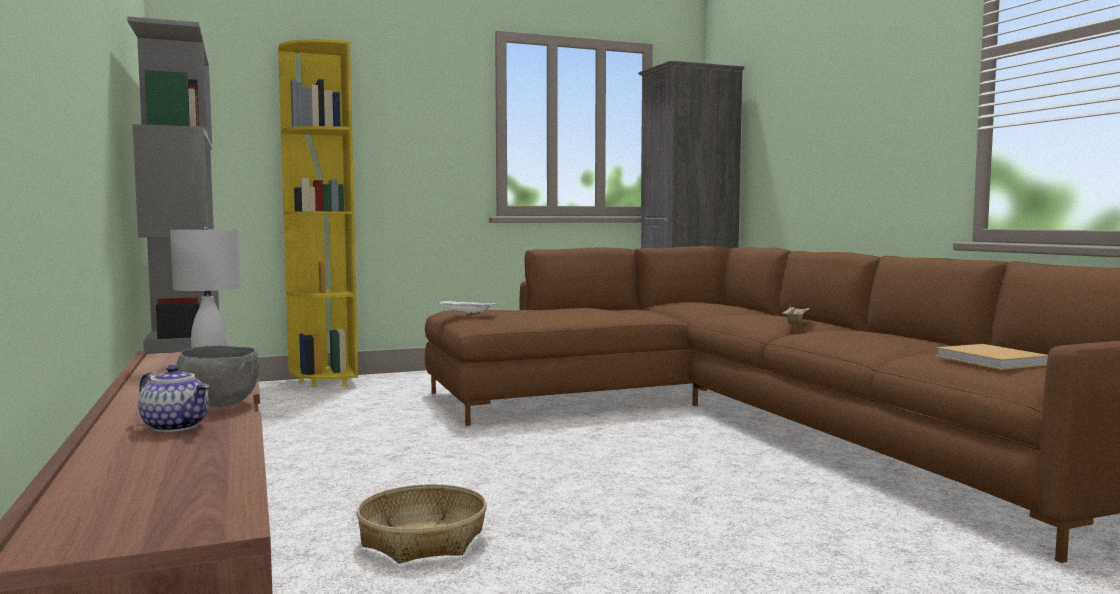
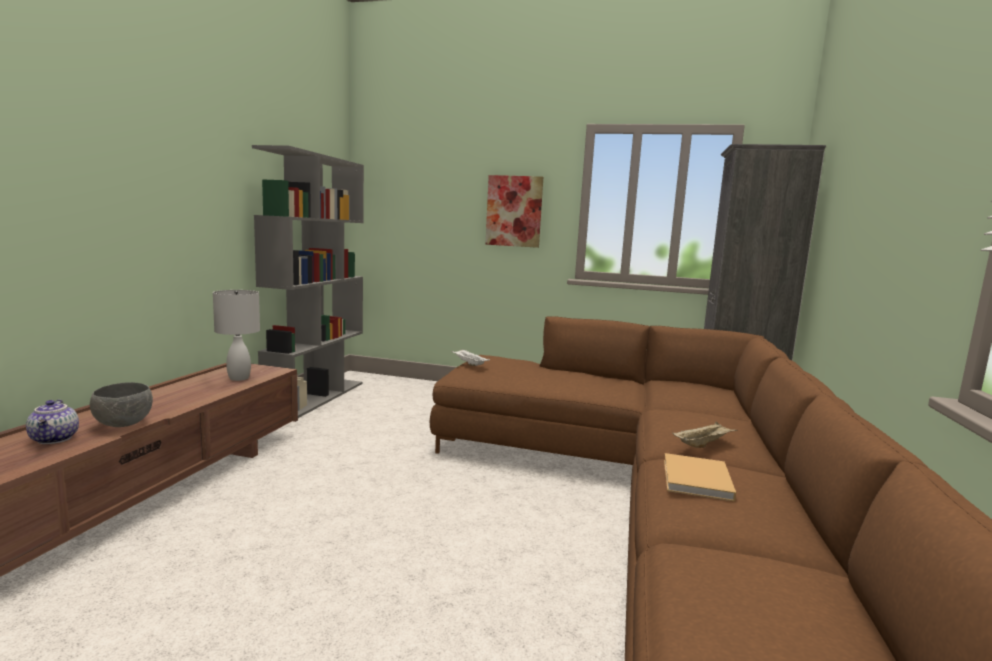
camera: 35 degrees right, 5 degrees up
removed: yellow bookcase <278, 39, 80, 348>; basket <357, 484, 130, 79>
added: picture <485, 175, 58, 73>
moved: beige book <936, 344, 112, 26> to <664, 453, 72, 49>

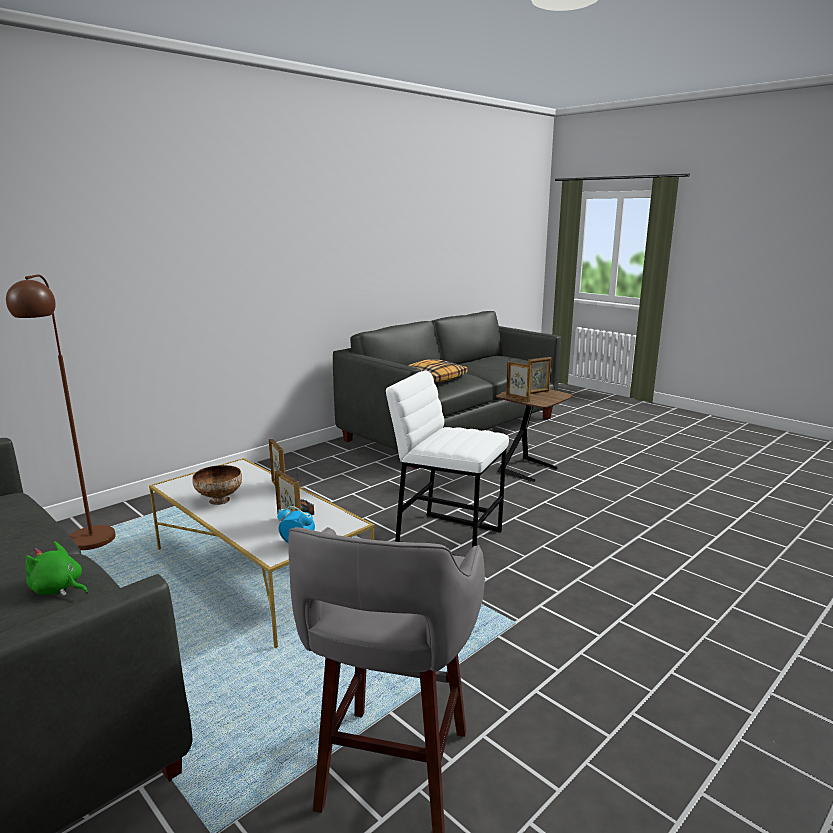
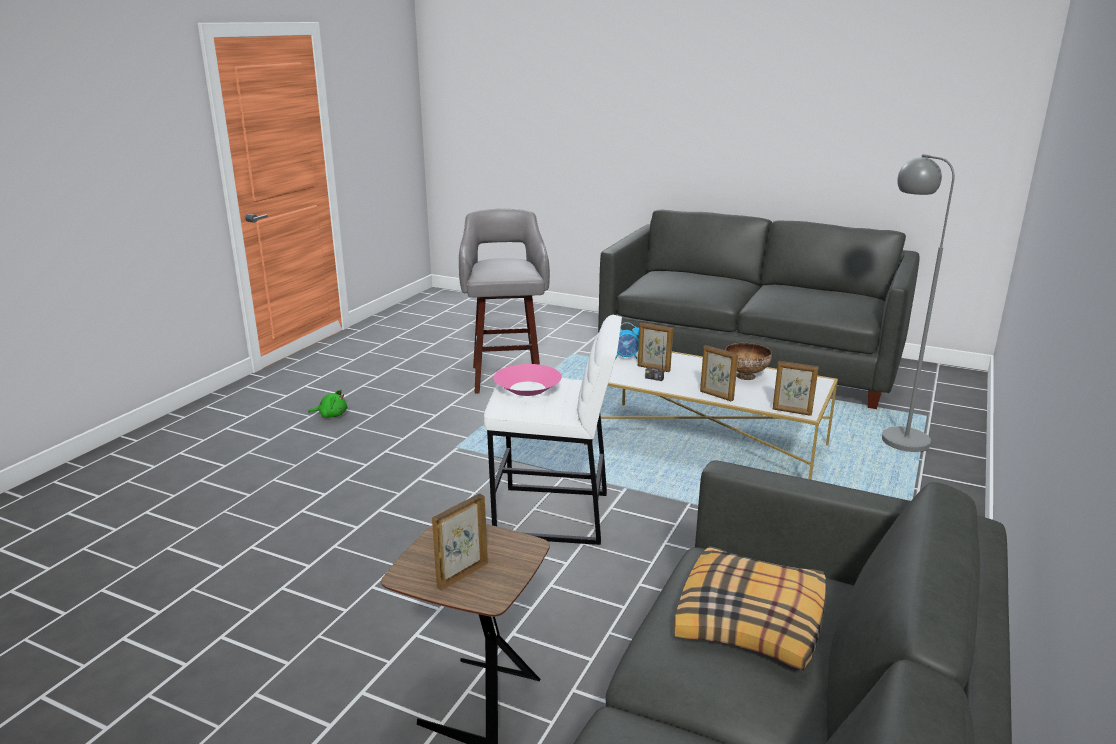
camera: 160 degrees right, 5 degrees up
added: pink bowl <493, 364, 69, 32>
moved: green plush toy <26, 542, 62, 54> to <308, 389, 39, 29>; picture frame <506, 361, 26, 40> to <773, 361, 46, 55>
recoloured: brown floor lamp <6, 274, 110, 276> to grey floor lamp <882, 154, 73, 298>

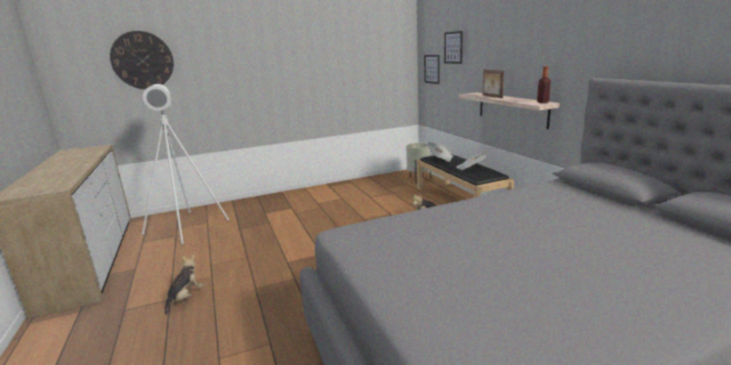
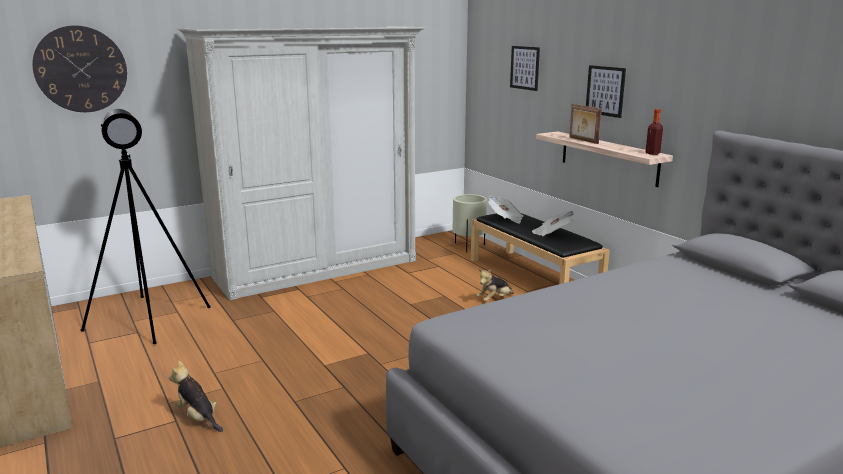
camera: 10 degrees left, 0 degrees up
added: white wardrobe <177, 26, 249, 274>
moved: picture <424, 55, 16, 29> to <586, 65, 40, 53>
recoloured: white floor lamp <142, 84, 87, 160> to black floor lamp <81, 109, 130, 235>
turned: plush toy <165, 254, 38, 61> = <169, 361, 54, 71> 60 degrees counterclockwise

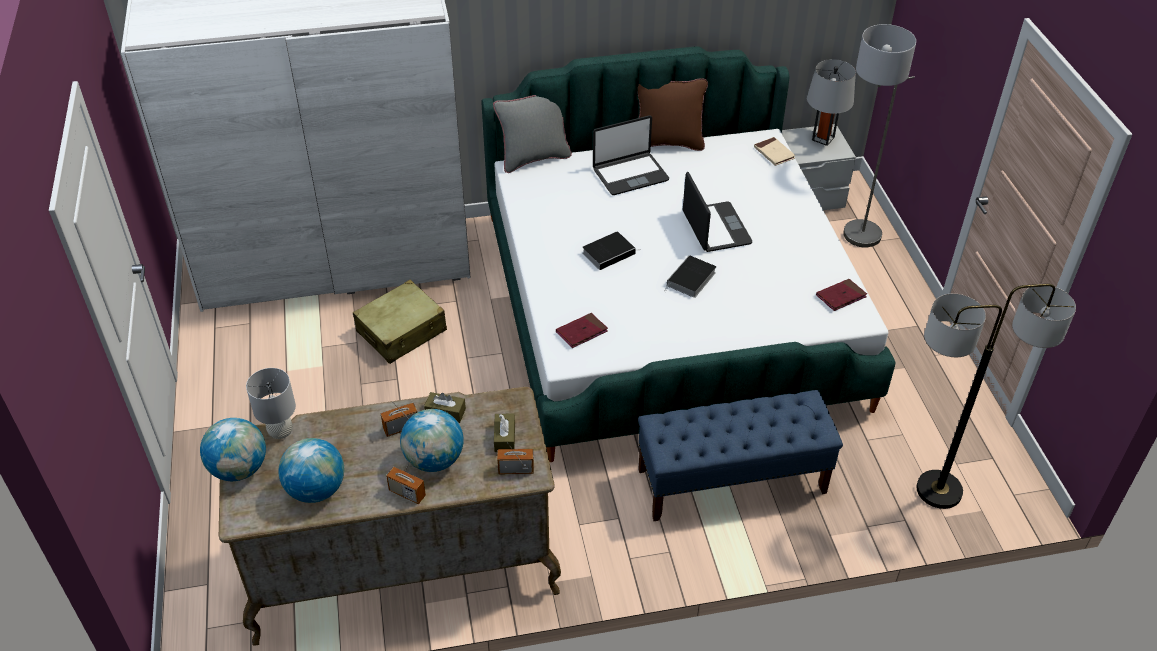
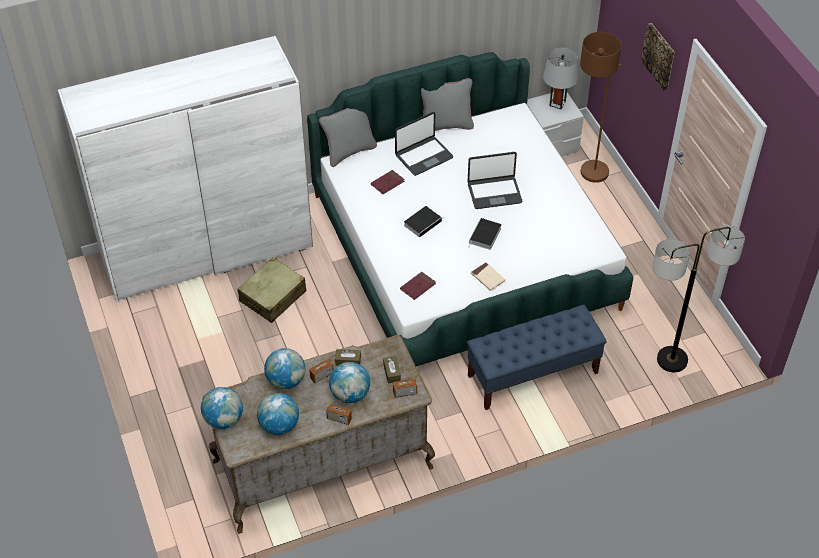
camera: 10 degrees left, 5 degrees up
removed: grey table lamp <246, 368, 50, 71>
added: globe <264, 348, 41, 41>; picture <641, 23, 34, 67>
moved: beige book <754, 137, 42, 29> to <471, 262, 35, 29>; red book <816, 279, 51, 32> to <371, 170, 34, 24>
recoloured: brown pillow <637, 78, 71, 73> to grey pillow <421, 78, 53, 53>; grey floor lamp <843, 24, 73, 224> to brown floor lamp <580, 32, 42, 151>
turned: laptop <682, 172, 70, 80> = <467, 152, 55, 57> 105 degrees clockwise

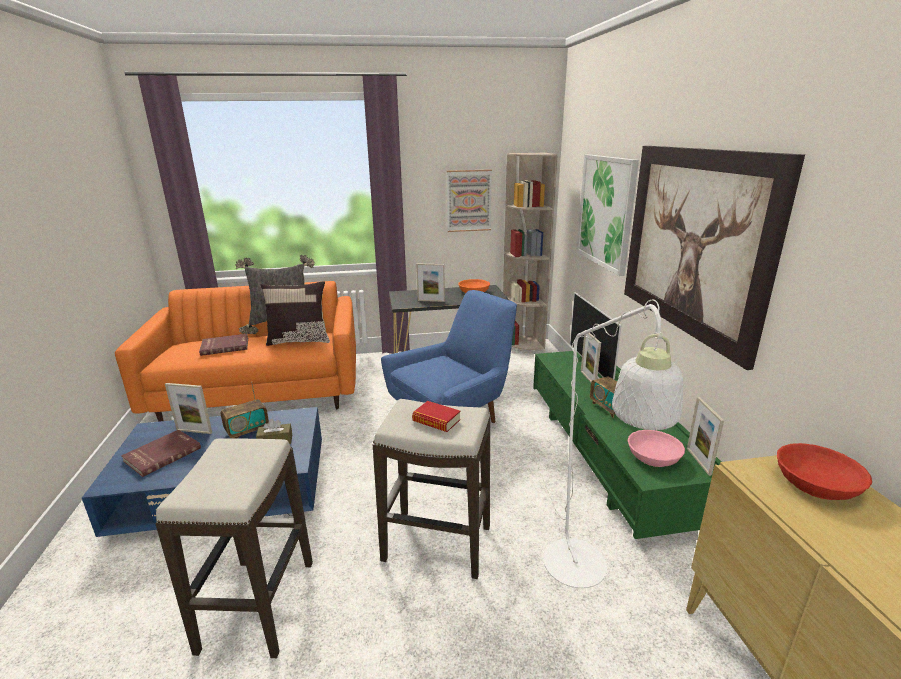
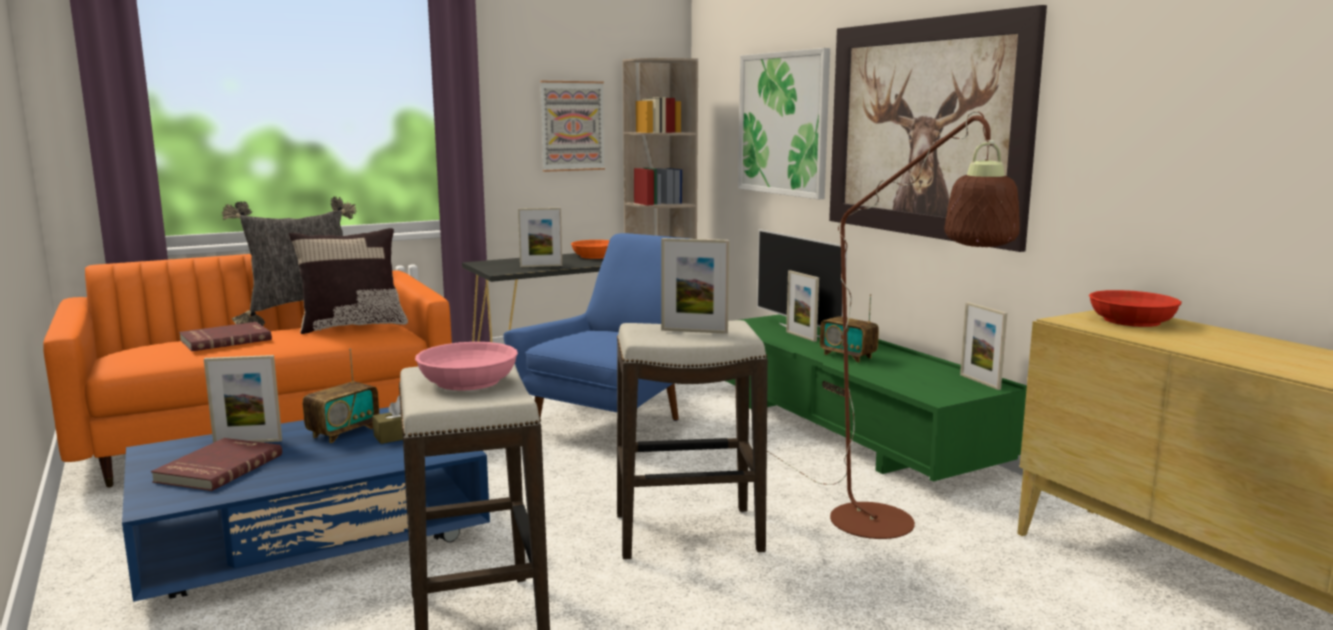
camera: 20 degrees left, 10 degrees down
moved: pink bowl <628, 430, 57, 37> to <415, 342, 103, 49>
replaced: book <412, 401, 48, 31> to picture frame <661, 238, 68, 96>
recoloured: white floor lamp <534, 299, 149, 289> to brown floor lamp <767, 111, 253, 428>

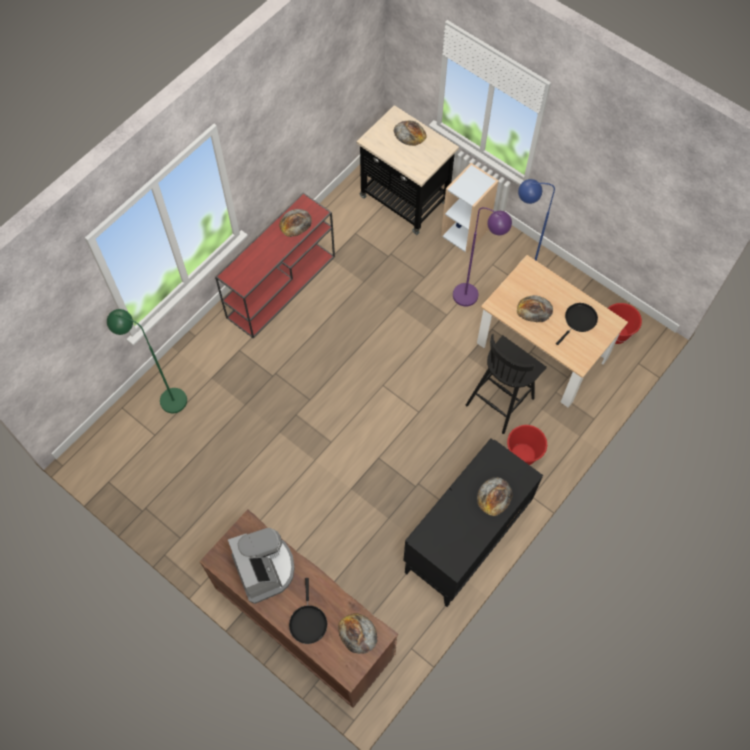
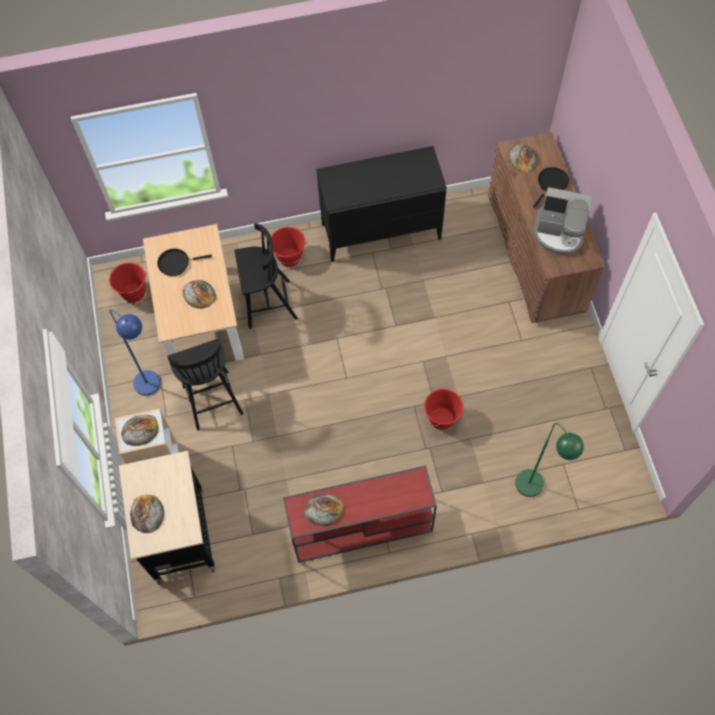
camera: 140 degrees left, 0 degrees up
added: red bucket <424, 389, 39, 41>
moved: bread <477, 477, 36, 39> to <121, 415, 38, 31>
replaced: purple floor lamp <453, 207, 59, 100> to black stool <167, 338, 76, 92>
turned: coffee machine <228, 528, 67, 76> = <533, 187, 60, 67> 90 degrees counterclockwise

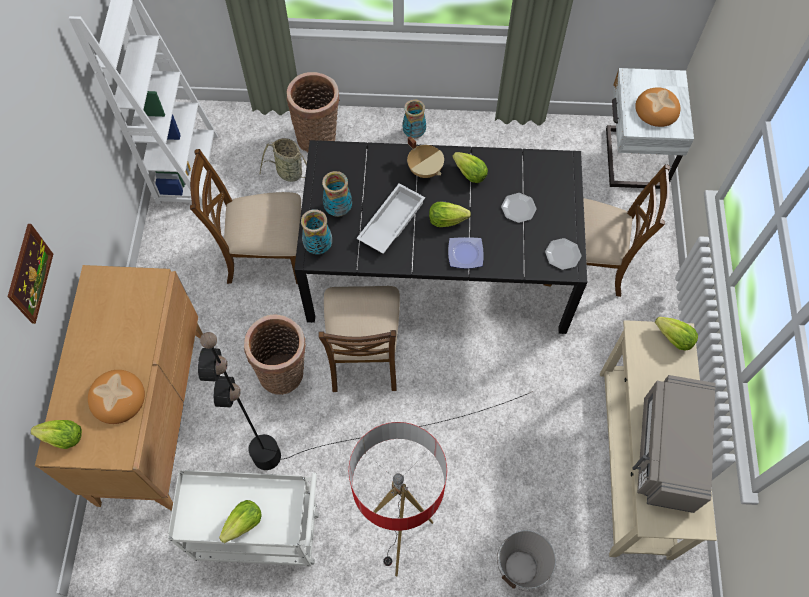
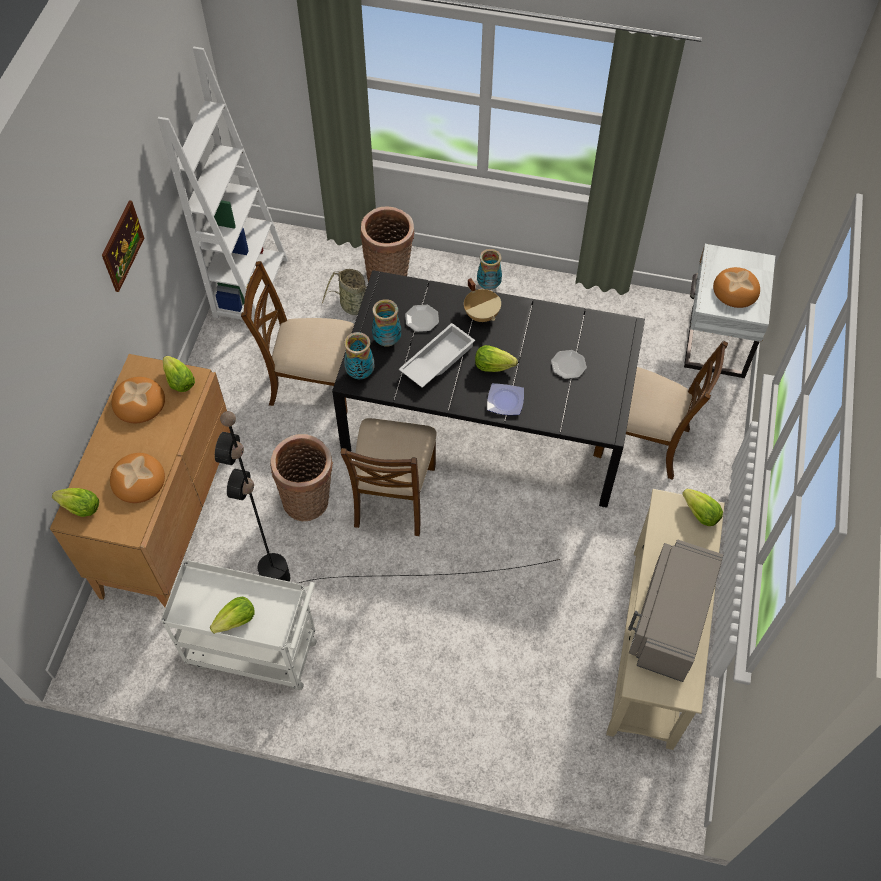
camera: 10 degrees right, 5 degrees down
removed: floor lamp <349, 422, 98, 154>; bucket <497, 530, 59, 62>
added: bread <111, 377, 54, 46>
moved: picture <8, 224, 45, 100> to <102, 200, 42, 92>; lettuce <452, 152, 36, 31> to <163, 356, 32, 36>; plate <545, 238, 37, 32> to <405, 305, 34, 27>

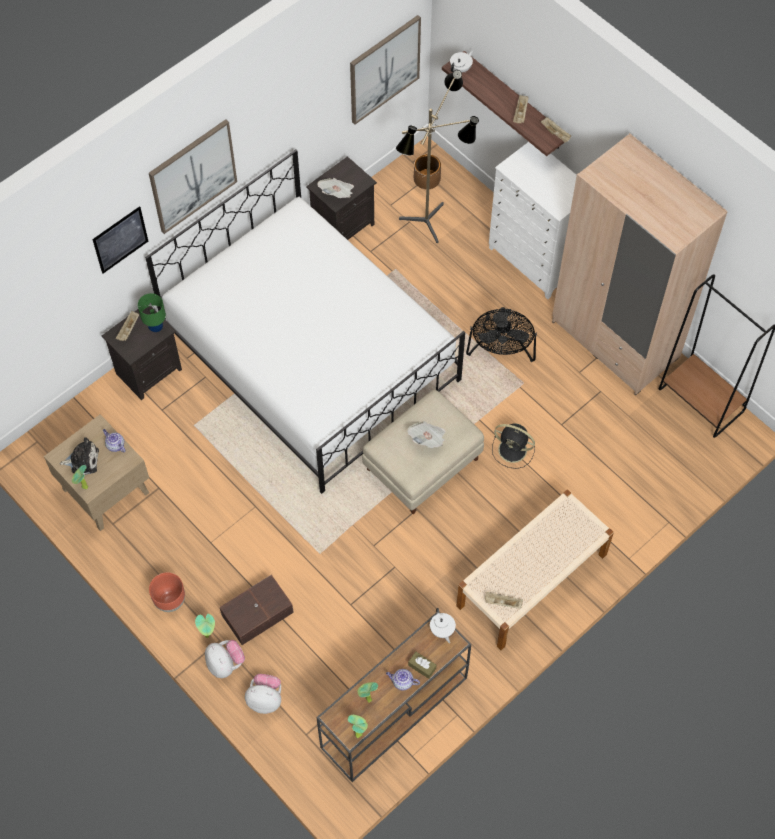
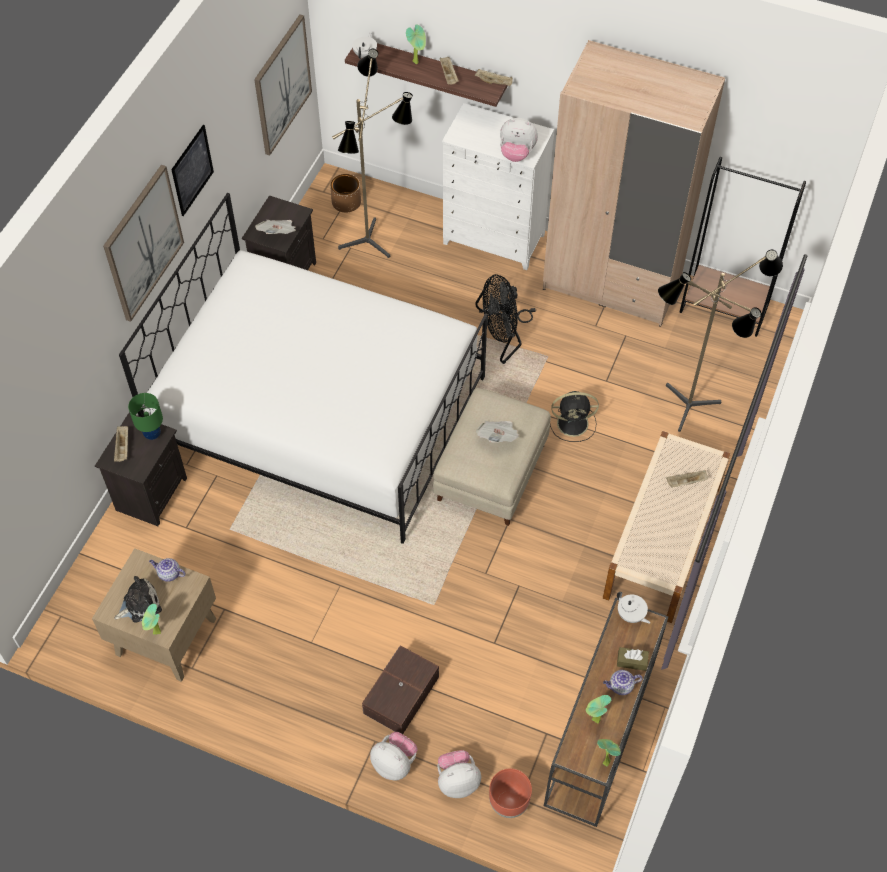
camera: 25 degrees left, 5 degrees down
added: plush toy <500, 118, 38, 44>; floor lamp <658, 250, 125, 182>
moved: picture <92, 206, 56, 67> to <171, 125, 43, 91>; brown planter <149, 572, 36, 40> to <489, 768, 43, 50>; potted plant <195, 614, 20, 24> to <406, 24, 20, 40>; beige tray <485, 592, 38, 17> to <666, 470, 42, 18>
turned: black fan <466, 307, 71, 55> = <475, 274, 62, 90> 90 degrees clockwise

